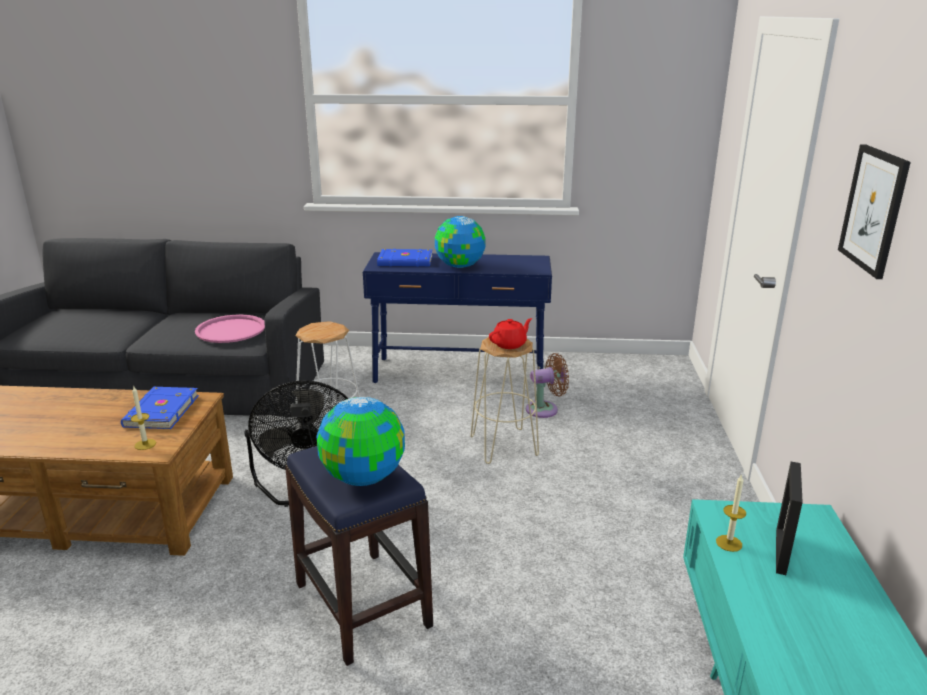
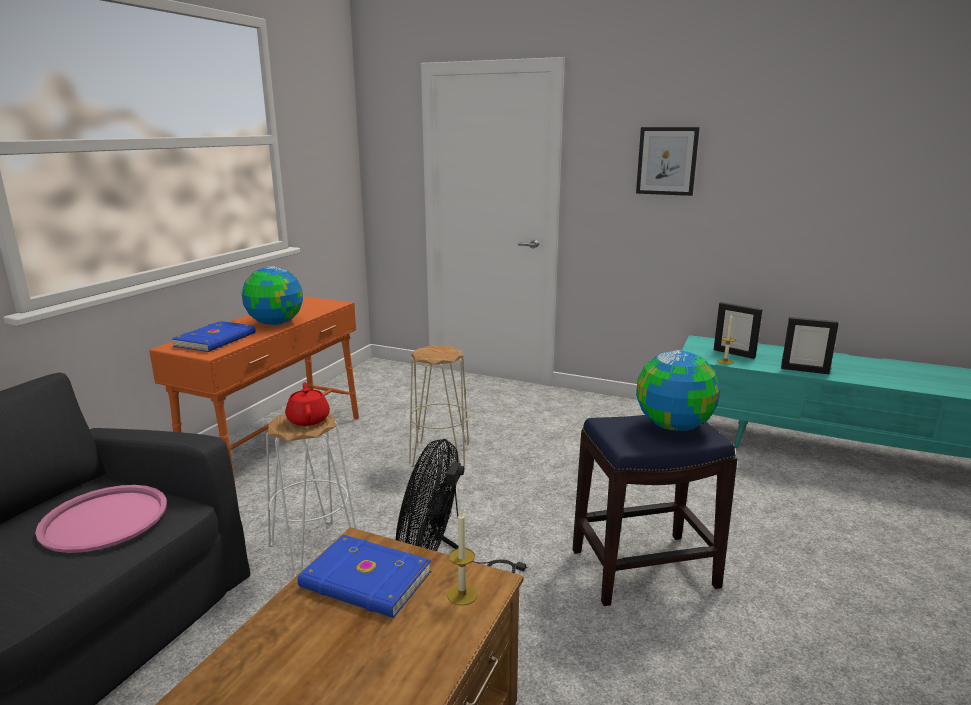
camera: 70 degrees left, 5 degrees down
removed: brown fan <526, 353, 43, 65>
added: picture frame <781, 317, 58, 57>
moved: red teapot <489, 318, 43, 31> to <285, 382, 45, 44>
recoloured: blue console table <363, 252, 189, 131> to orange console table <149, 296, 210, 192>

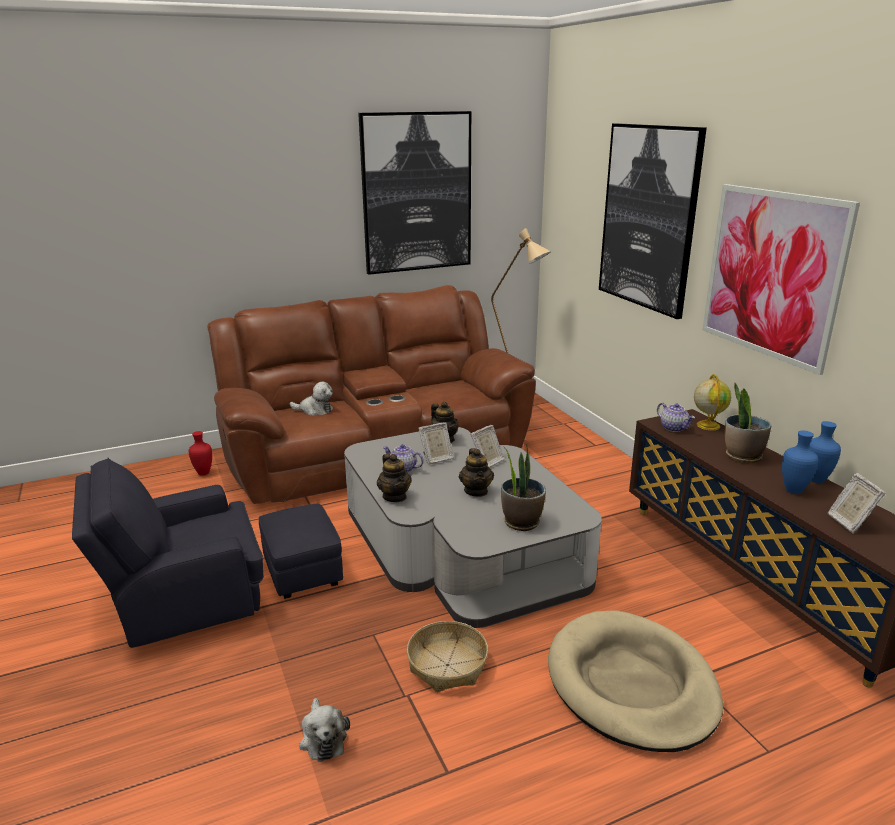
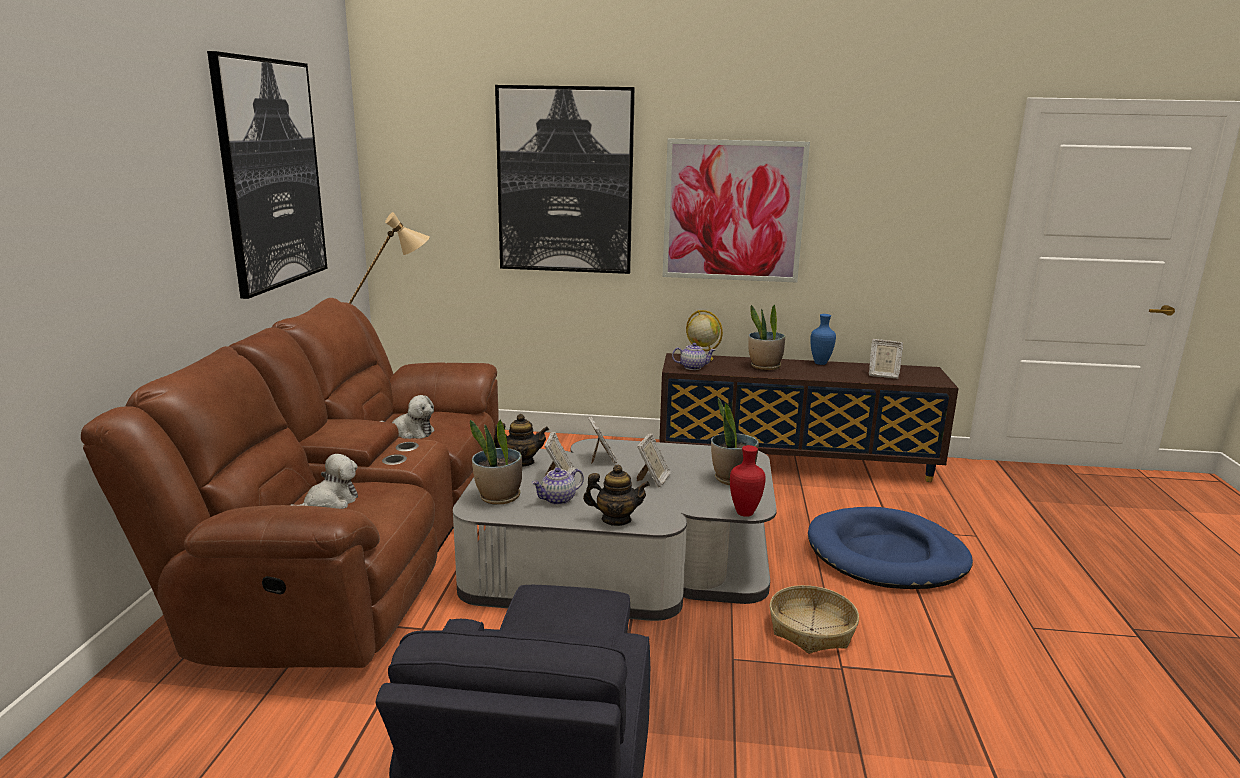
camera: 60 degrees left, 5 degrees down
removed: blue vase <782, 430, 36, 64>
added: potted plant <470, 420, 52, 85>
moved: red vase <189, 431, 23, 45> to <730, 445, 36, 72>; plush toy <299, 698, 51, 64> to <380, 395, 55, 44>
replaced: teapot <459, 448, 35, 49> to picture frame <637, 433, 34, 55>
recoloured: beige dog bed <548, 610, 175, 142> to blue dog bed <808, 507, 165, 82>

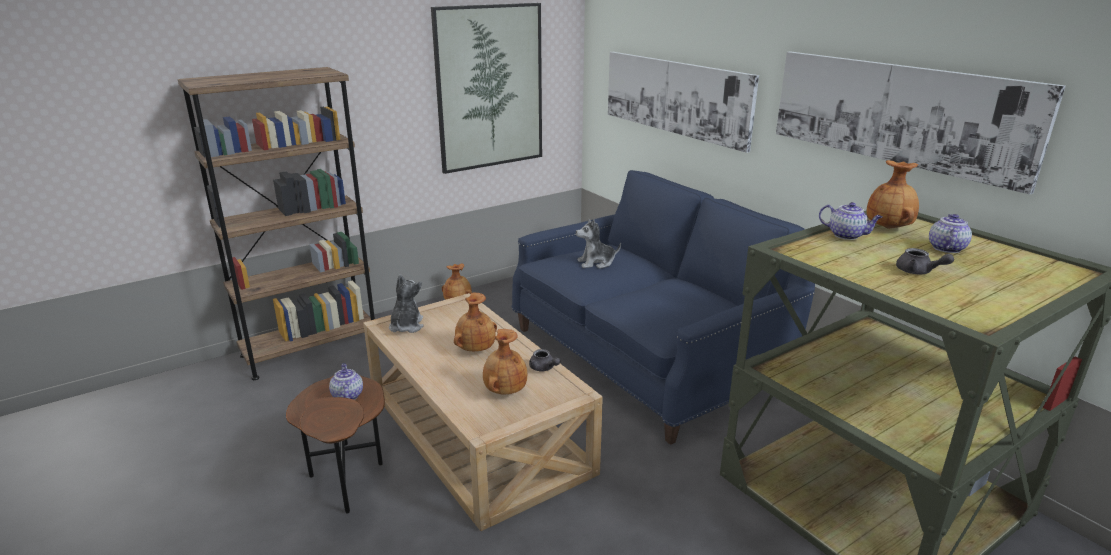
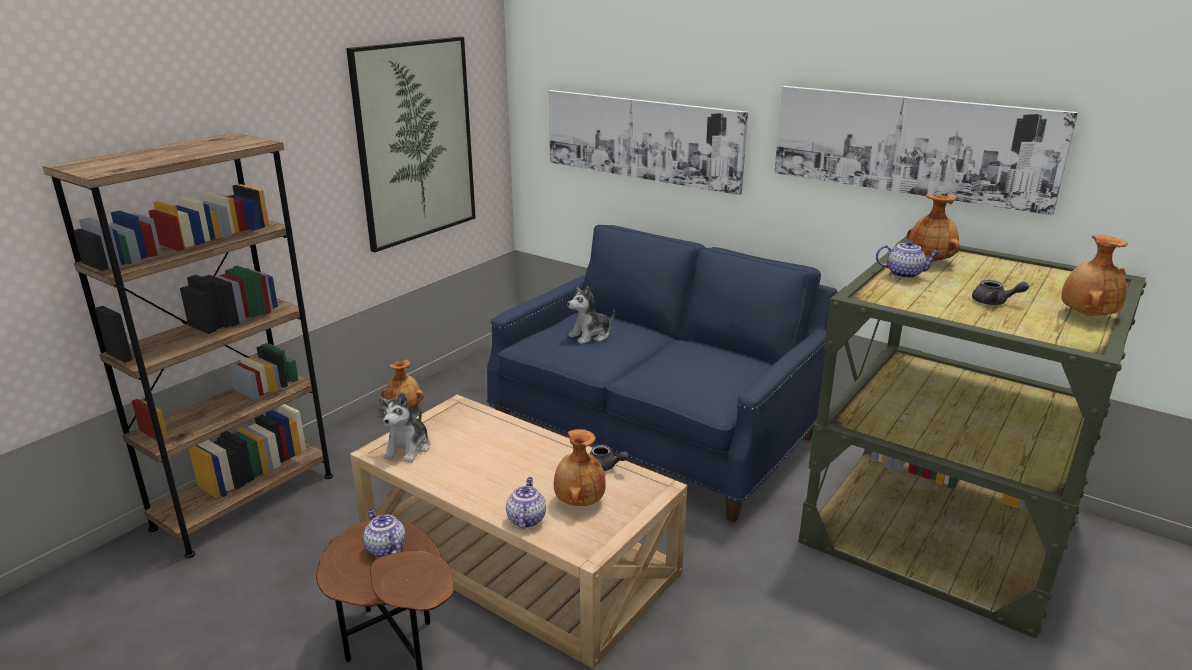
camera: 20 degrees left, 0 degrees up
moved: brown vase <454, 292, 43, 59> to <1061, 235, 67, 81>; teapot <929, 214, 43, 39> to <506, 477, 40, 52>
turned: plush toy <389, 274, 35, 59> = <379, 392, 51, 71> 150 degrees counterclockwise

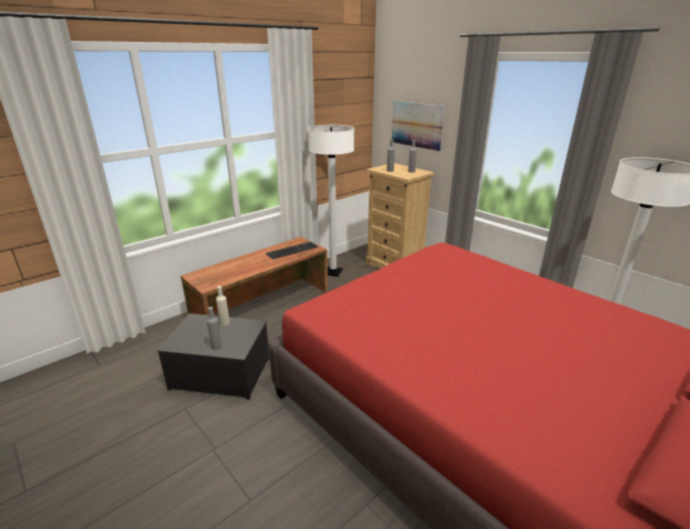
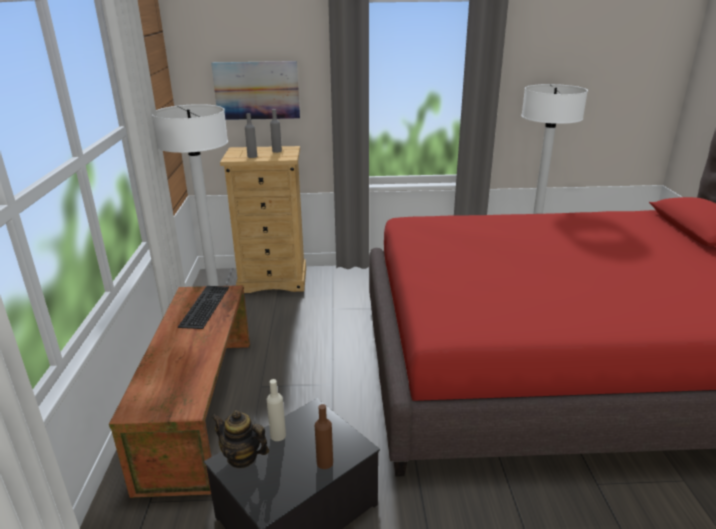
camera: 50 degrees left, 0 degrees up
added: teapot <211, 410, 58, 58>
recoloured: grey bottle <207, 307, 15, 43> to brown bottle <315, 404, 18, 65>

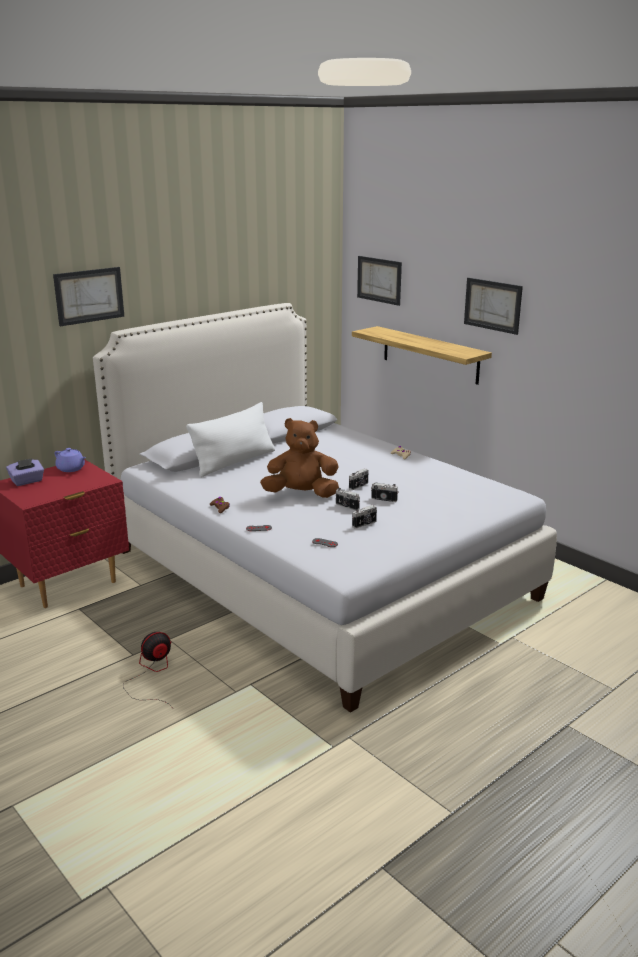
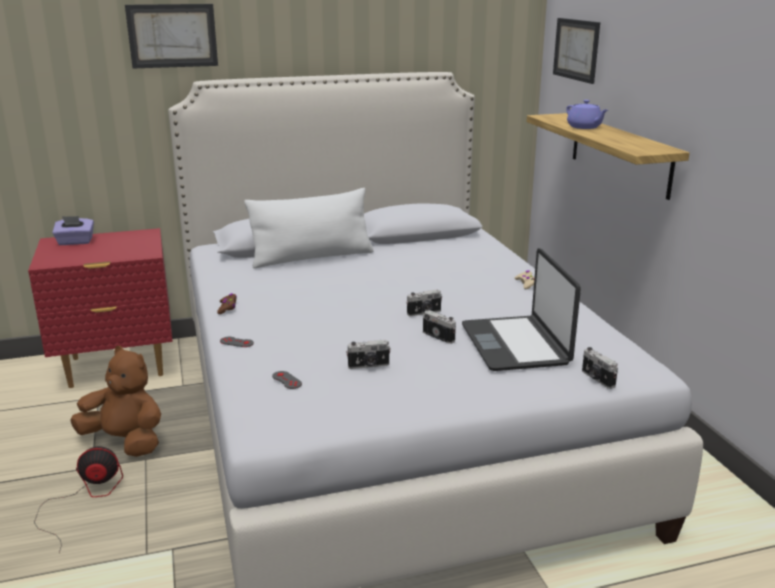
camera: 25 degrees right, 0 degrees up
removed: picture <464, 278, 59, 57>
added: laptop <462, 248, 119, 123>
moved: purple teapot <55, 448, 31, 24> to <566, 100, 42, 29>; brown plush toy <260, 418, 79, 80> to <70, 346, 91, 111>; photo camera <336, 488, 24, 23> to <582, 347, 36, 42>

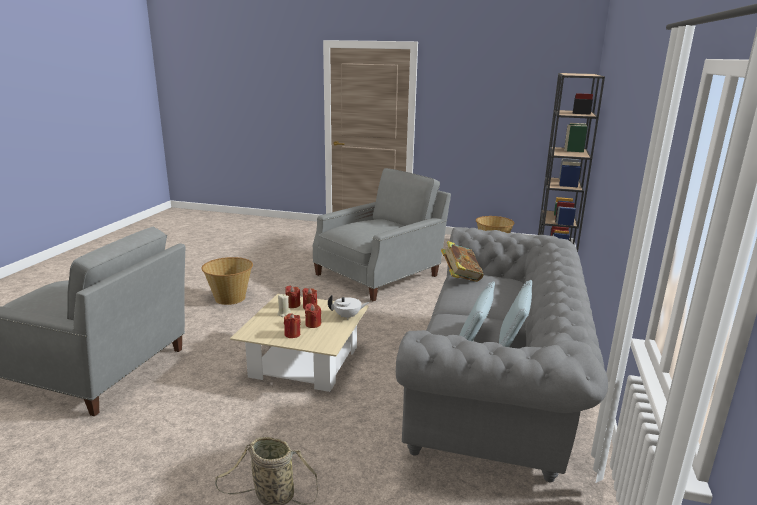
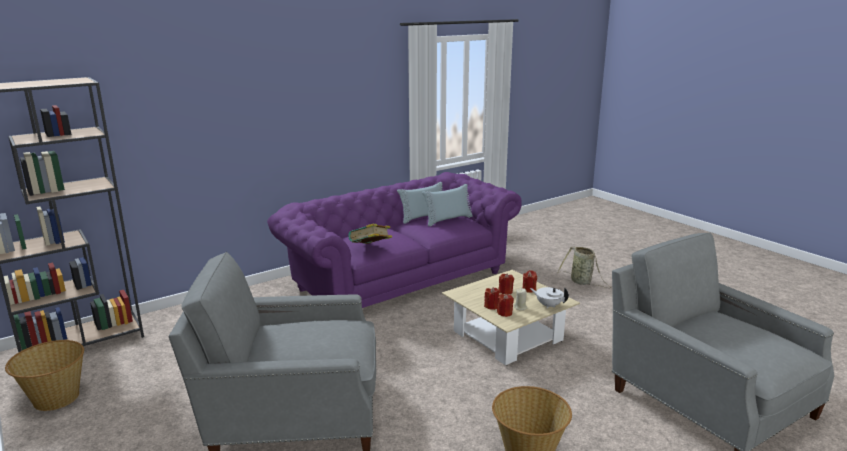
camera: 140 degrees left, 0 degrees up
moved: white teapot <328, 295, 41, 25> to <530, 287, 39, 21>
recoloured: grey sofa <396, 227, 212, 255> to purple sofa <267, 172, 255, 136>

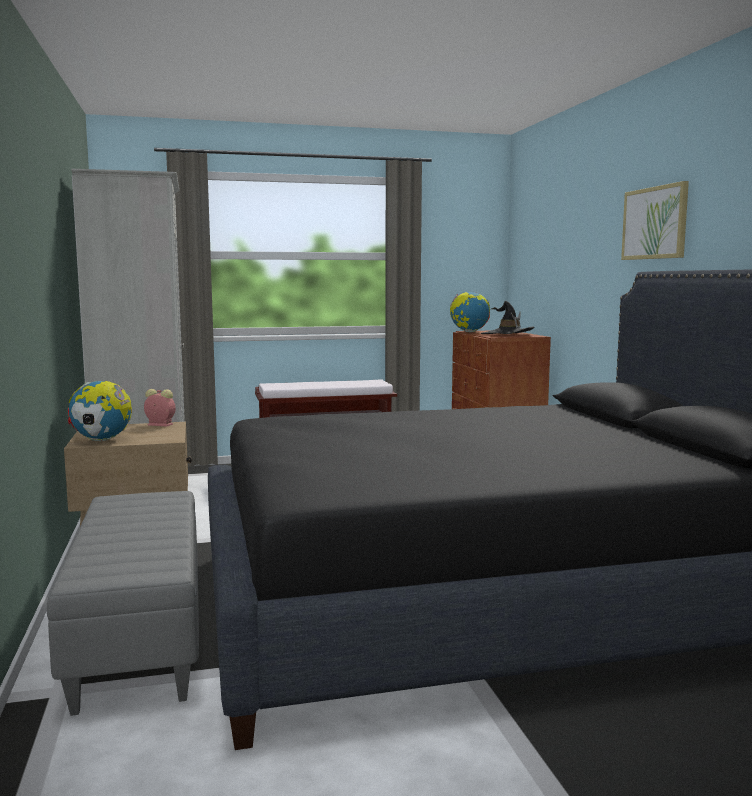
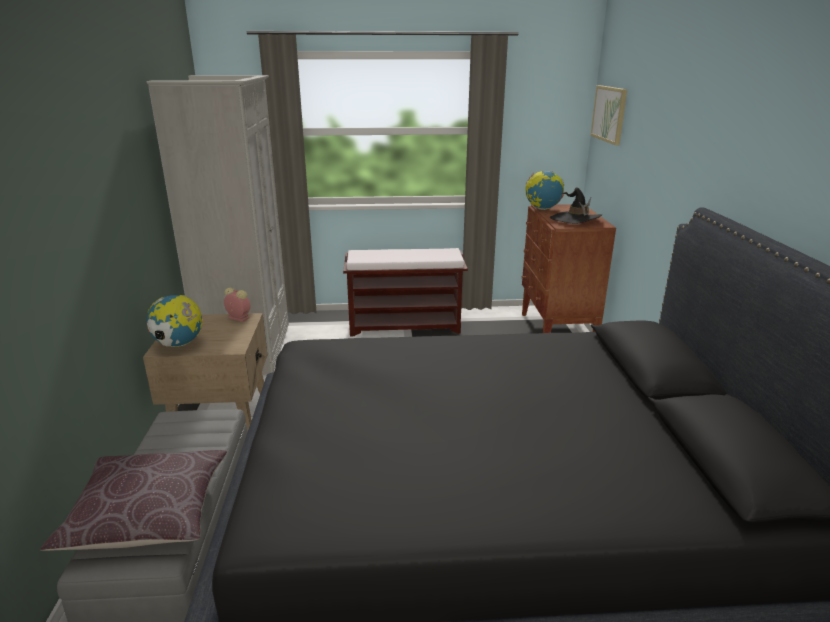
camera: 10 degrees right, 15 degrees up
added: brown pillow <40, 450, 187, 101>
moved: picture <621, 181, 68, 79> to <591, 85, 36, 61>

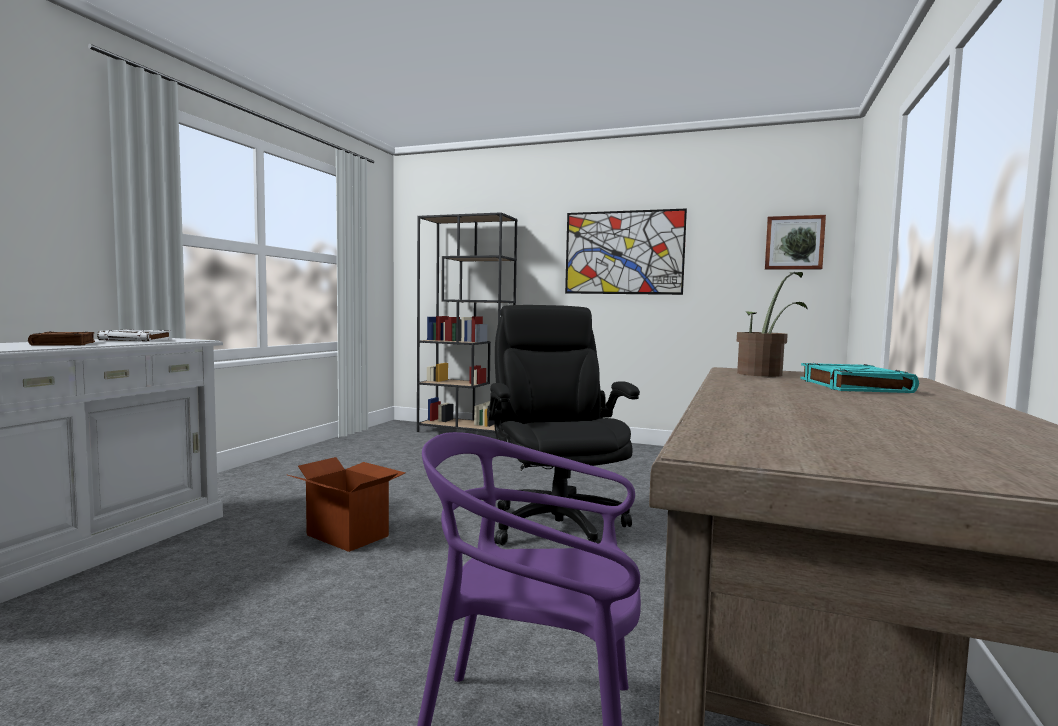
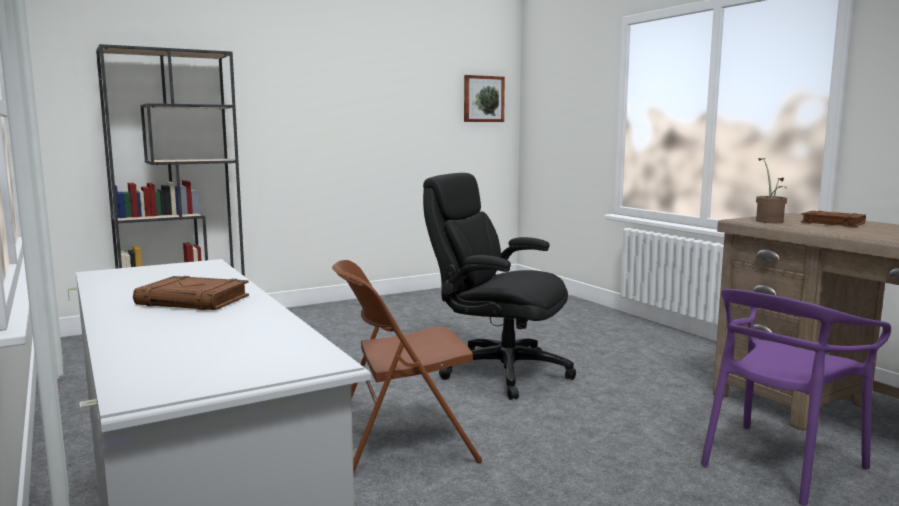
camera: 50 degrees left, 5 degrees up
removed: white book <97, 329, 75, 13>; picture <565, 208, 122, 87>
replaced: cardboard box <286, 457, 119, 95> to brown chair <332, 260, 150, 214>
recoloured: turquoise book <800, 363, 119, 30> to brown book <801, 210, 65, 17>

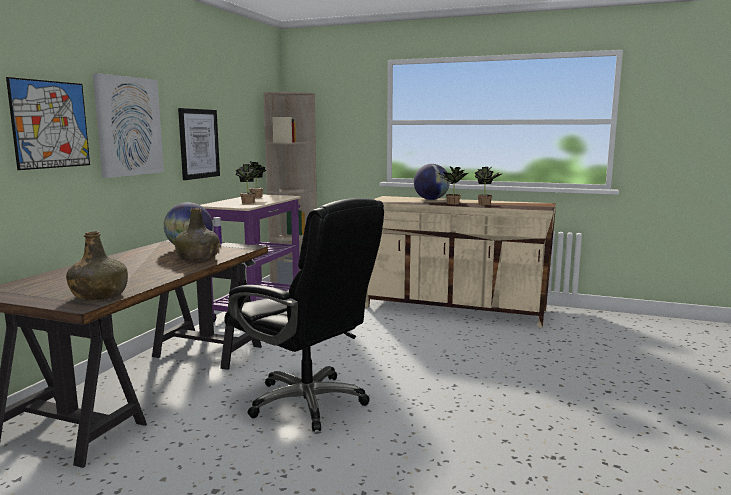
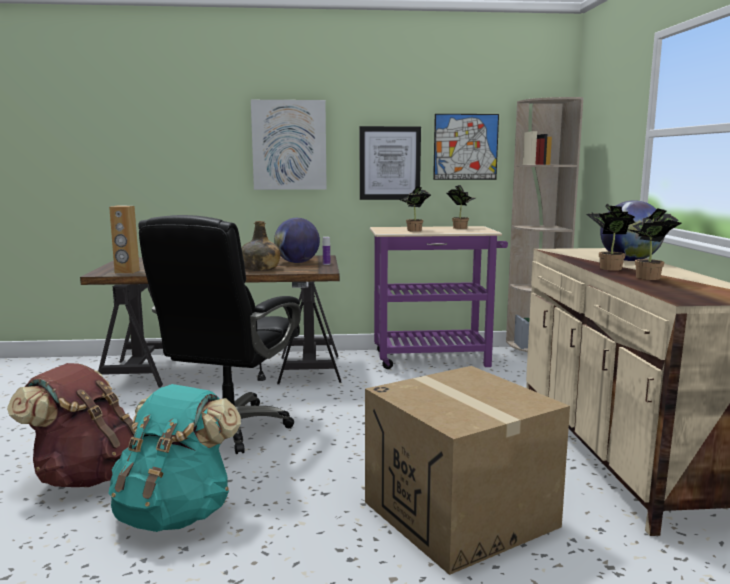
camera: 65 degrees right, 0 degrees up
added: brown backpack <7, 363, 128, 124>; turquoise backpack <108, 384, 133, 148>; cardboard box <365, 366, 205, 209>
moved: picture <6, 77, 84, 93> to <433, 114, 66, 66>
replaced: green bottle <66, 231, 62, 69> to brown speaker <109, 206, 31, 68>

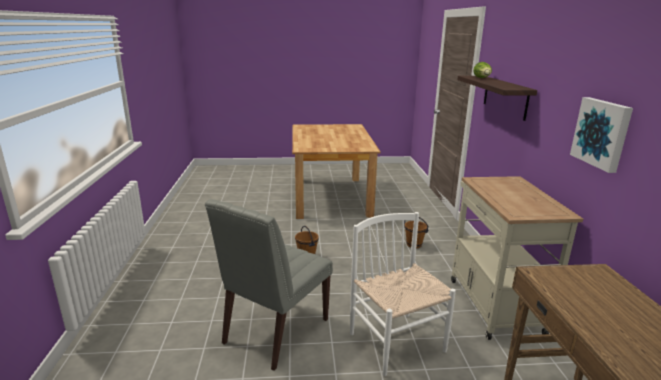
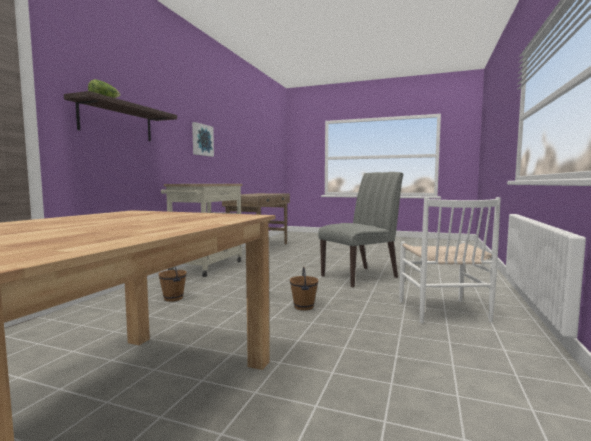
camera: 155 degrees left, 15 degrees down
moved: white chair <350, 212, 106, 164> to <400, 197, 101, 126>

